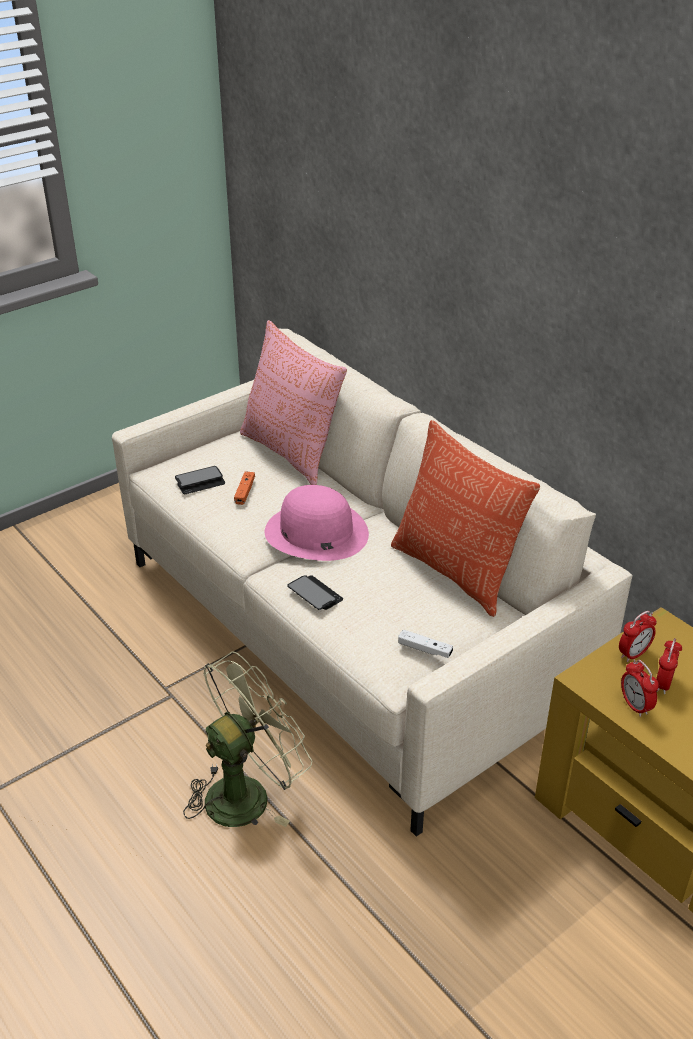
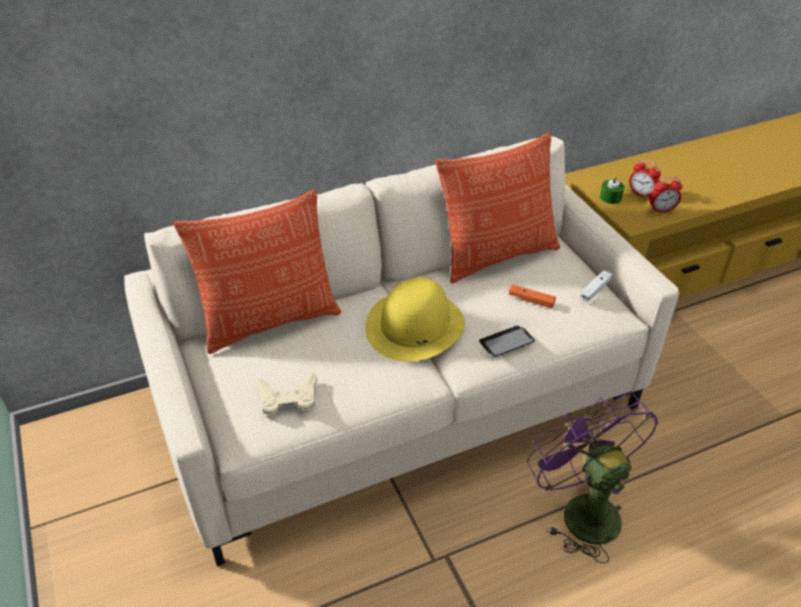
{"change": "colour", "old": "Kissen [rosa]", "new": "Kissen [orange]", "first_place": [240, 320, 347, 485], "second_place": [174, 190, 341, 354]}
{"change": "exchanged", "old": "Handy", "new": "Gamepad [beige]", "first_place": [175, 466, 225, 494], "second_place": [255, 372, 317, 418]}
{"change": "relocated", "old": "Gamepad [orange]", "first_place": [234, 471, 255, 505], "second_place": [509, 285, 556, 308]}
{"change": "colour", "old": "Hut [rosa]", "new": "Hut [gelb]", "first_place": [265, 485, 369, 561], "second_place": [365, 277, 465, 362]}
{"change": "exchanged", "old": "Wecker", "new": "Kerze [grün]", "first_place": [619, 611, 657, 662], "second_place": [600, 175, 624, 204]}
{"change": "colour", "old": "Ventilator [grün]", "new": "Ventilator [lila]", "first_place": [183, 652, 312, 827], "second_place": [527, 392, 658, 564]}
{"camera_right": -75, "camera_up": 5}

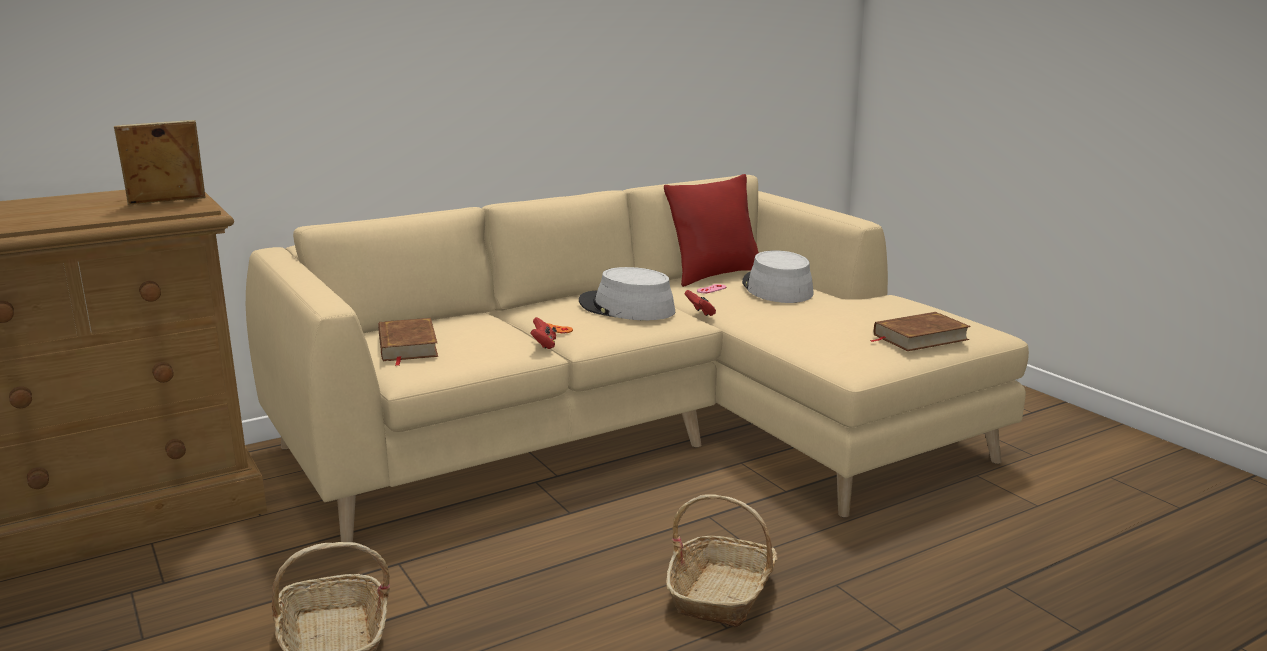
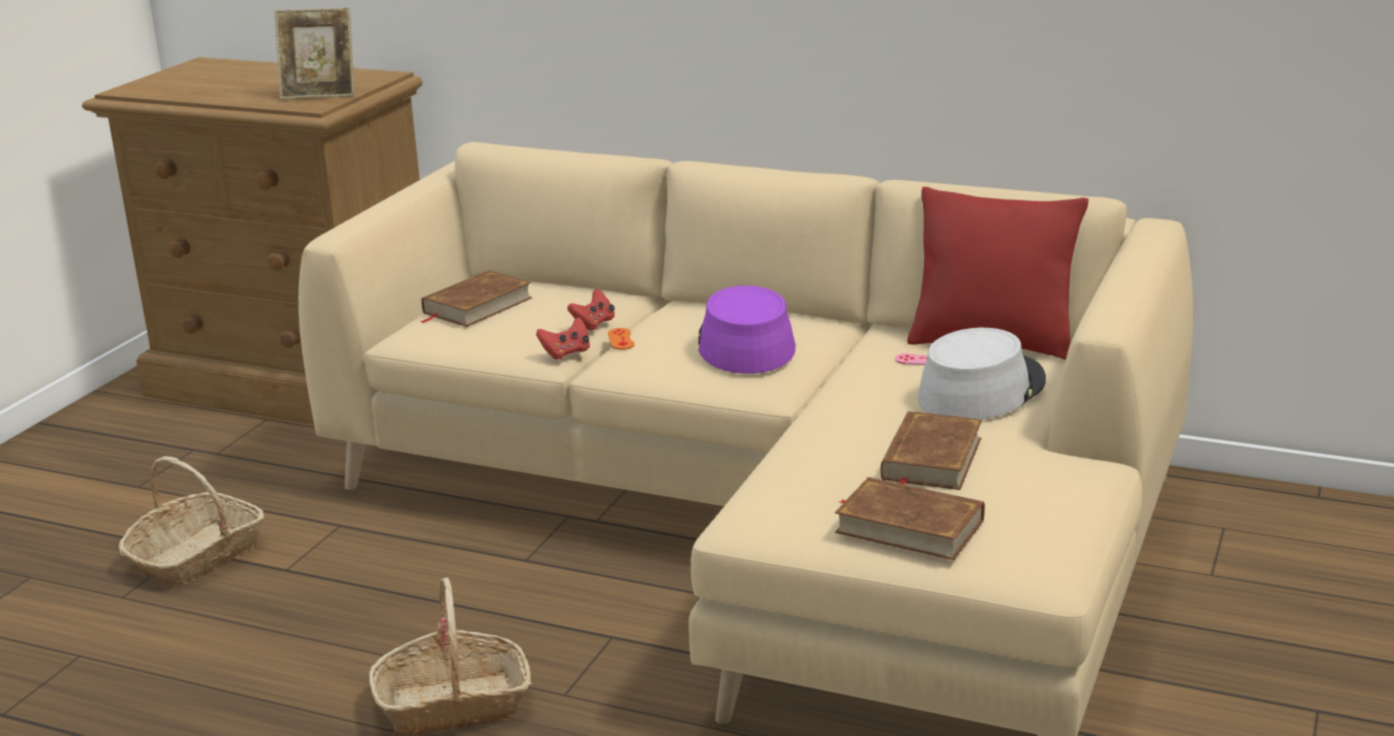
{"change": "spun", "old": "Bilderrahmen", "first_place": [114, 120, 206, 205], "second_place": [274, 8, 355, 100], "degrees": 150}
{"change": "colour", "old": "Hut [grau]", "new": "Hut [lila]", "first_place": [579, 267, 675, 320], "second_place": [698, 285, 796, 374]}
{"change": "relocated", "old": "Gamepad [rot]", "first_place": [685, 290, 716, 316], "second_place": [567, 289, 615, 330]}
{"change": "appeared", "new": "Buch [braun]", "second_place": [880, 411, 982, 490]}
{"camera_right": 55, "camera_up": 5}

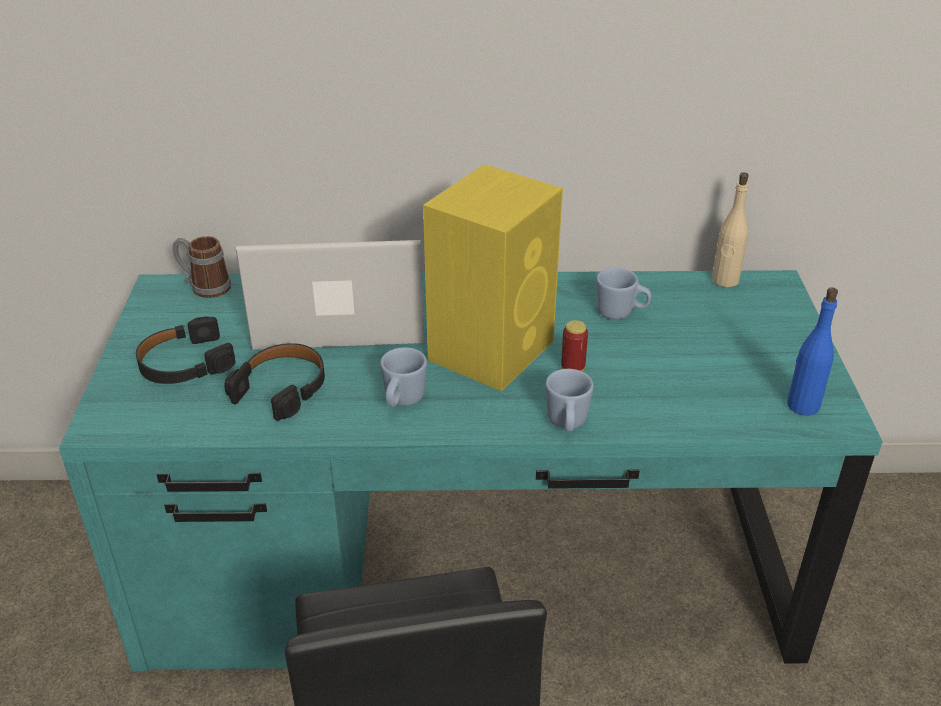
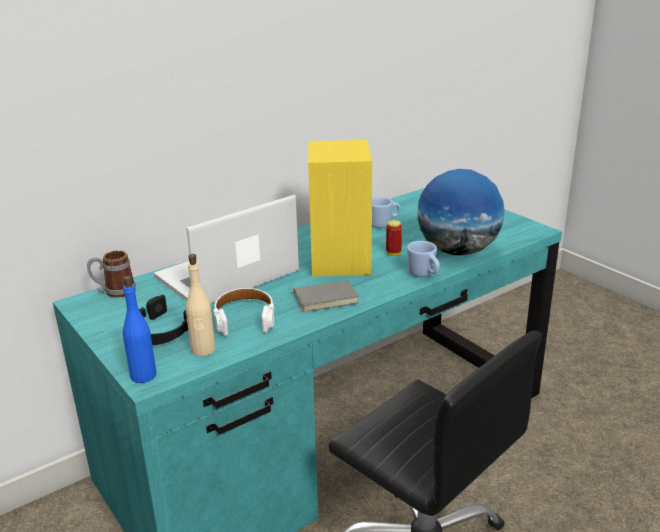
{"change": "relocated", "old": "Flasche [beige]", "first_place": [712, 173, 749, 287], "second_place": [186, 254, 215, 356]}
{"change": "relocated", "old": "Flasche [blau]", "first_place": [787, 287, 838, 416], "second_place": [123, 276, 157, 383]}
{"change": "colour", "old": "Kopfhörer [schwarz]", "new": "Kopfhörer [weiß]", "first_place": [224, 343, 325, 421], "second_place": [213, 288, 274, 336]}
{"change": "exchanged", "old": "Henkelbecher [blau]", "new": "Buch [grau]", "first_place": [380, 347, 427, 407], "second_place": [291, 280, 359, 312]}
{"change": "appeared", "new": "Globus", "second_place": [418, 169, 505, 255]}
{"camera_right": -35, "camera_up": -10}

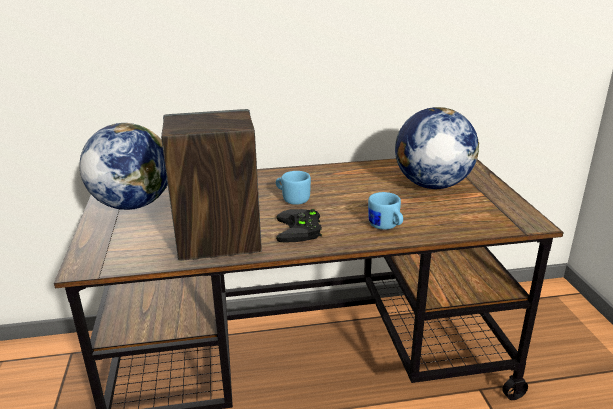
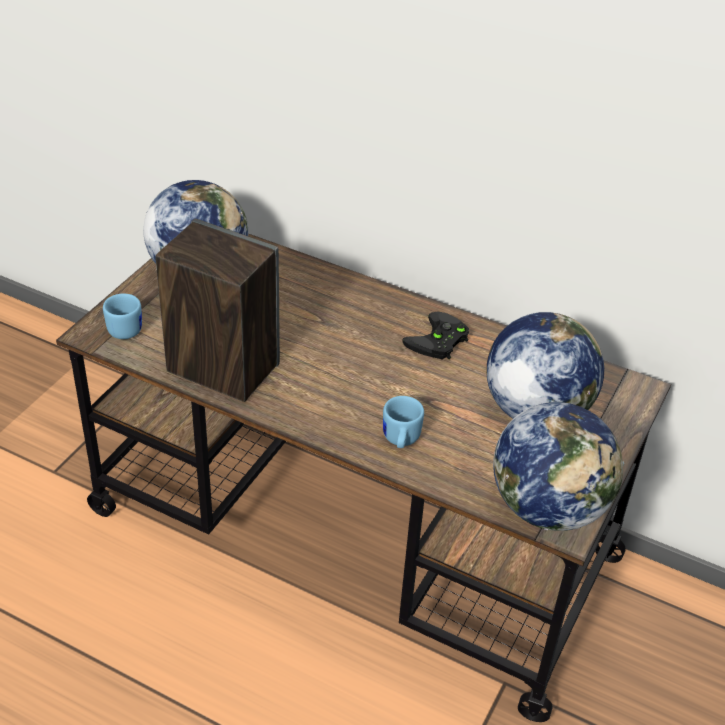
{"change": "relocated", "old": "Henkelbecher [blau]", "first_place": [276, 171, 311, 205], "second_place": [103, 293, 142, 339]}
{"change": "relocated", "old": "Gamepad [schwarz]", "first_place": [276, 209, 322, 242], "second_place": [402, 312, 469, 359]}
{"change": "appeared", "new": "Globus", "second_place": [493, 402, 624, 531]}
{"camera_right": 35, "camera_up": 15}

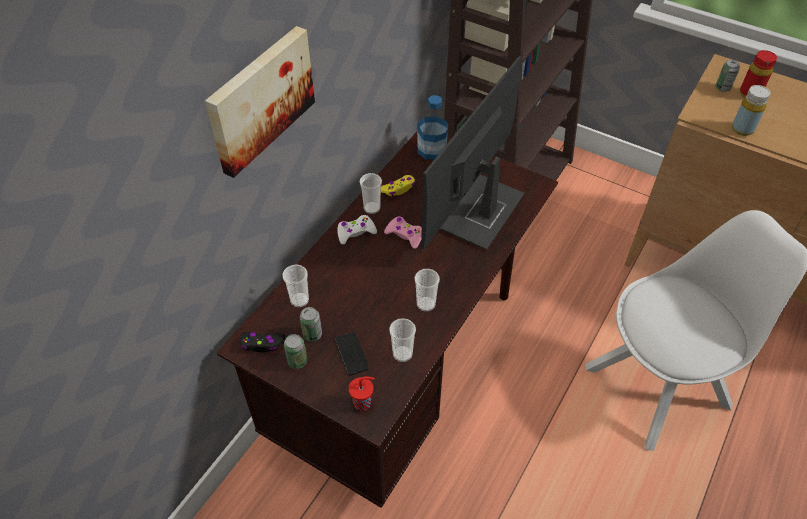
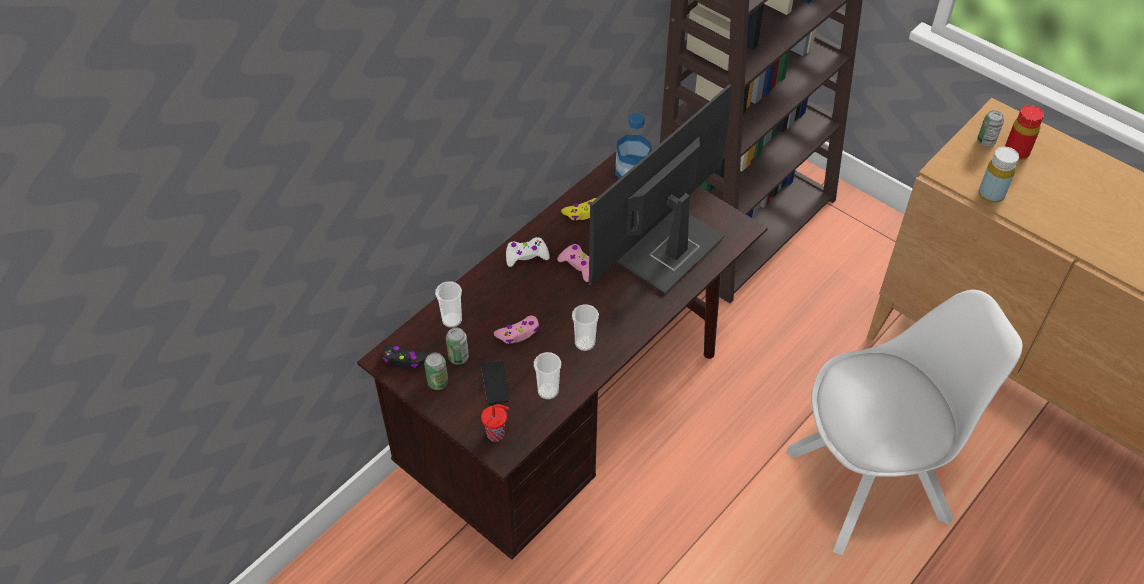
{"change": "missing", "old": "Bild", "first_place": [205, 26, 315, 178]}
{"change": "missing", "old": "Tasse", "first_place": [360, 173, 382, 214]}
{"change": "appeared", "new": "Gamepad [rosa]", "second_place": [494, 315, 539, 344]}
{"camera_right": 10, "camera_up": 0}

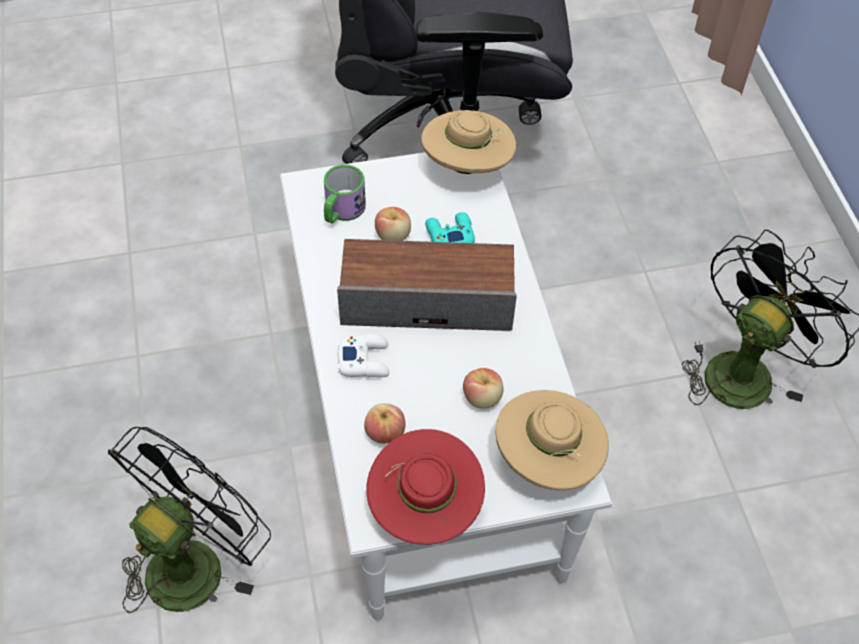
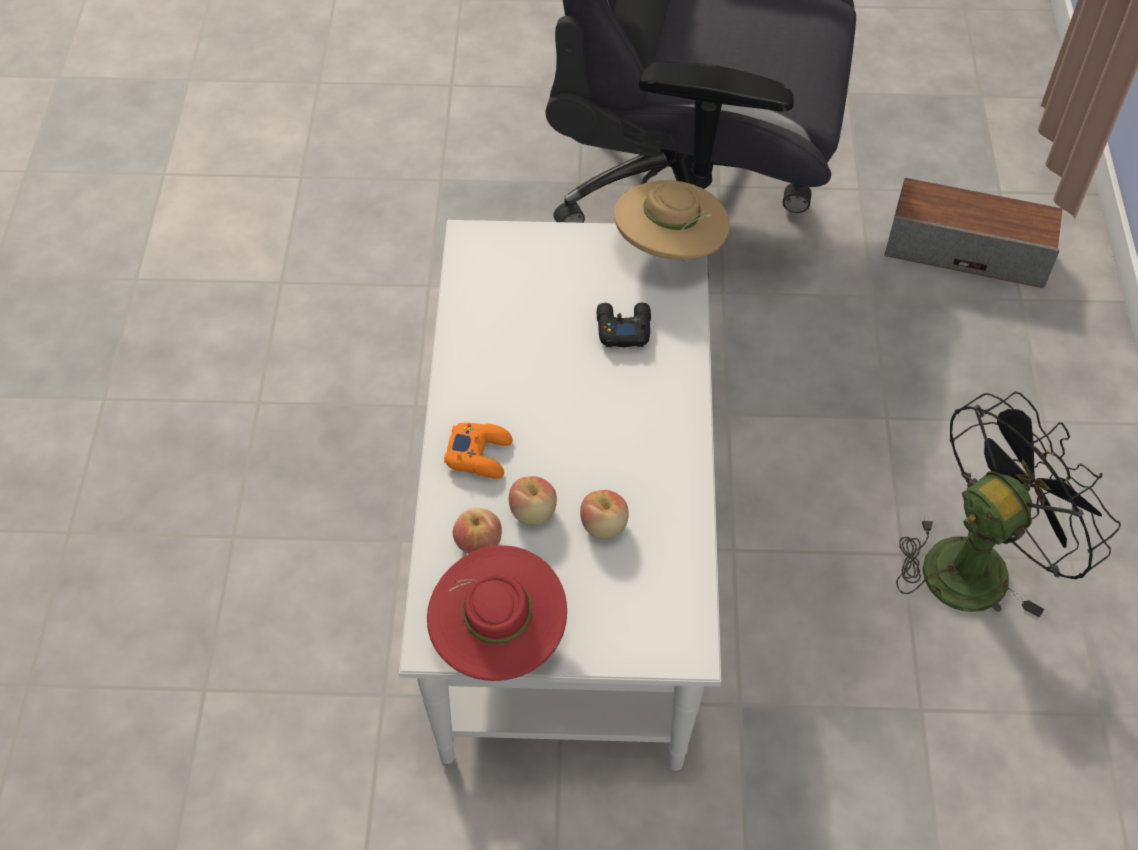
{"change": "missing", "old": "Henkelbecher", "first_place": [324, 164, 366, 223]}
{"change": "relocated", "old": "Apfel", "first_place": [375, 207, 411, 241], "second_place": [509, 476, 557, 525]}
{"change": "colour", "old": "Gamepad [türkis]", "new": "Gamepad [schwarz]", "first_place": [425, 212, 475, 243], "second_place": [597, 302, 651, 347]}
{"change": "relocated", "old": "Lautsprecher", "first_place": [337, 239, 517, 331], "second_place": [885, 178, 1062, 288]}
{"change": "colour", "old": "Gamepad [weiß]", "new": "Gamepad [orange]", "first_place": [338, 333, 390, 377], "second_place": [444, 423, 512, 479]}
{"change": "missing", "old": "Hut [beige]", "first_place": [495, 390, 609, 490]}
{"change": "missing", "old": "Ventilator [schwarz]", "first_place": [108, 427, 271, 613]}
{"camera_right": 15, "camera_up": 0}

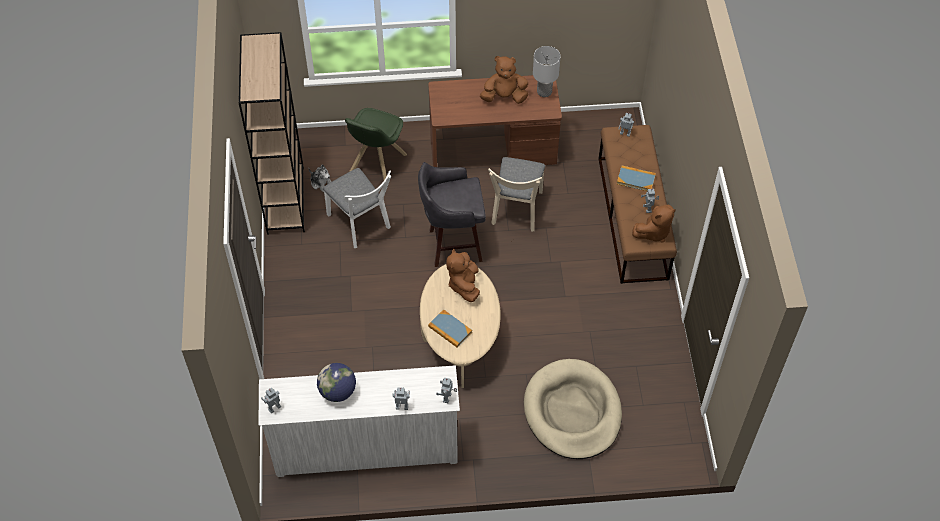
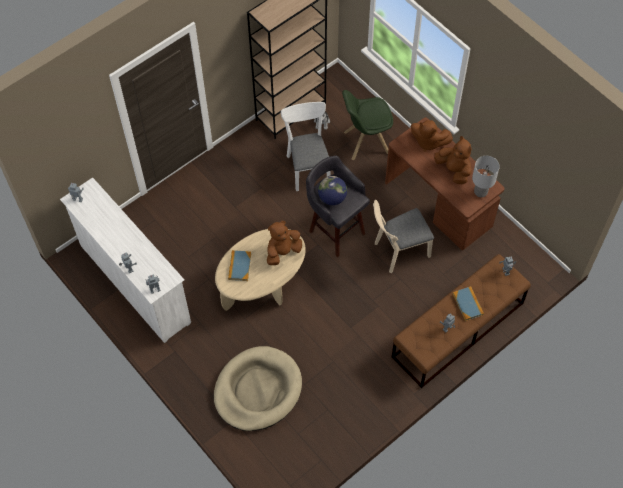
{"change": "spun", "old": "Stuhl [weiß]", "first_place": [323, 168, 391, 248], "second_place": [281, 102, 331, 191], "degrees": 150}
{"change": "relocated", "old": "Plüschtier [braun]", "first_place": [632, 205, 676, 243], "second_place": [411, 120, 453, 152]}
{"change": "relocated", "old": "Globus", "first_place": [317, 363, 356, 402], "second_place": [318, 176, 347, 205]}
{"camera_right": 55, "camera_up": 5}

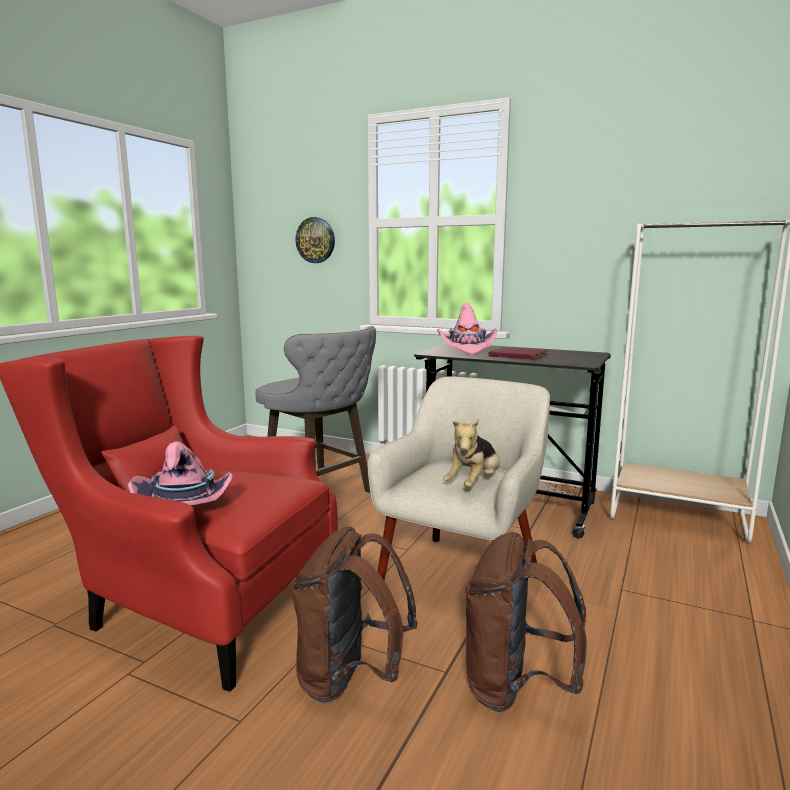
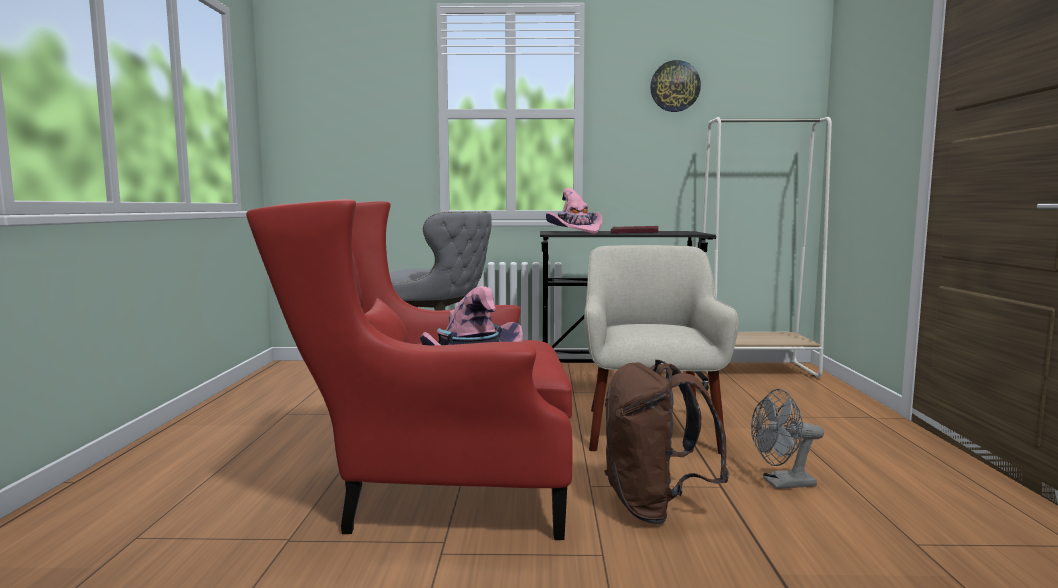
{"change": "relocated", "old": "Wanduhr", "first_place": [295, 217, 335, 263], "second_place": [650, 60, 701, 112]}
{"change": "missing", "old": "Plüschtier", "first_place": [443, 418, 500, 488]}
{"change": "exchanged", "old": "Rucksack [braun]", "new": "Ventilator [grau]", "first_place": [465, 532, 587, 712], "second_place": [751, 389, 824, 489]}
{"camera_right": -25, "camera_up": -5}

